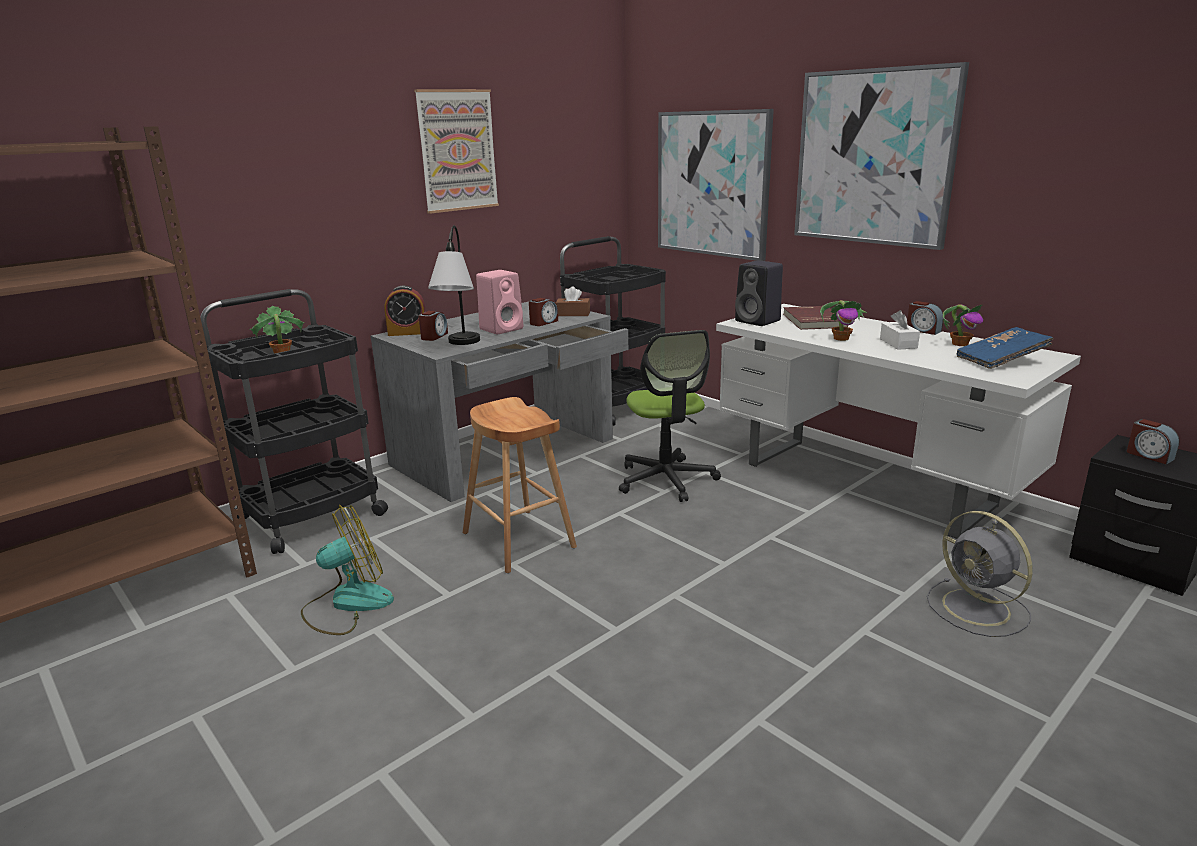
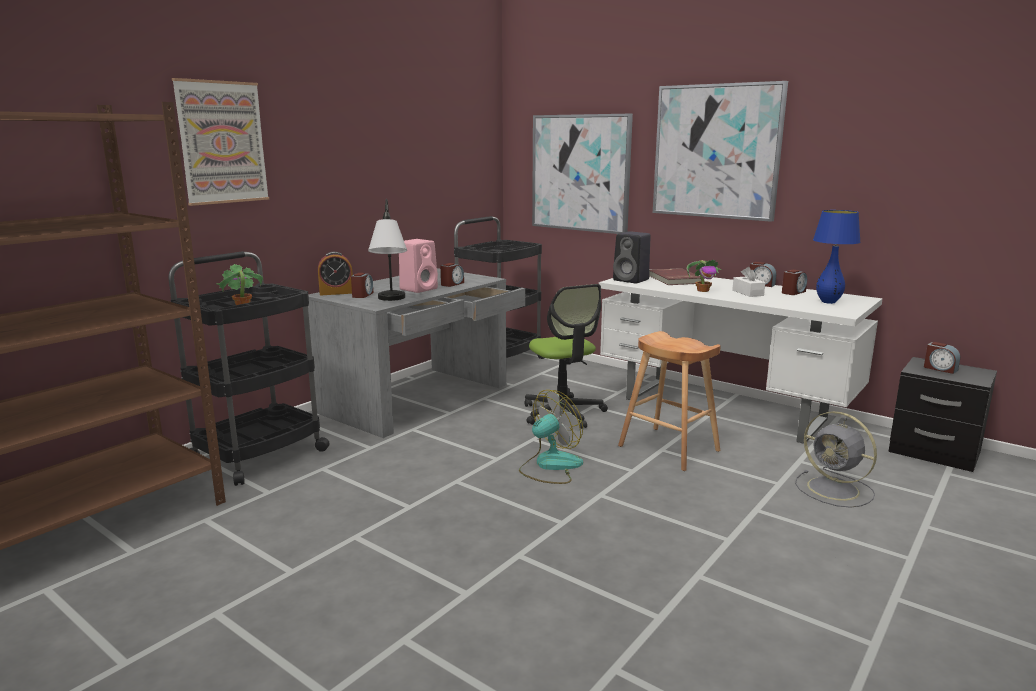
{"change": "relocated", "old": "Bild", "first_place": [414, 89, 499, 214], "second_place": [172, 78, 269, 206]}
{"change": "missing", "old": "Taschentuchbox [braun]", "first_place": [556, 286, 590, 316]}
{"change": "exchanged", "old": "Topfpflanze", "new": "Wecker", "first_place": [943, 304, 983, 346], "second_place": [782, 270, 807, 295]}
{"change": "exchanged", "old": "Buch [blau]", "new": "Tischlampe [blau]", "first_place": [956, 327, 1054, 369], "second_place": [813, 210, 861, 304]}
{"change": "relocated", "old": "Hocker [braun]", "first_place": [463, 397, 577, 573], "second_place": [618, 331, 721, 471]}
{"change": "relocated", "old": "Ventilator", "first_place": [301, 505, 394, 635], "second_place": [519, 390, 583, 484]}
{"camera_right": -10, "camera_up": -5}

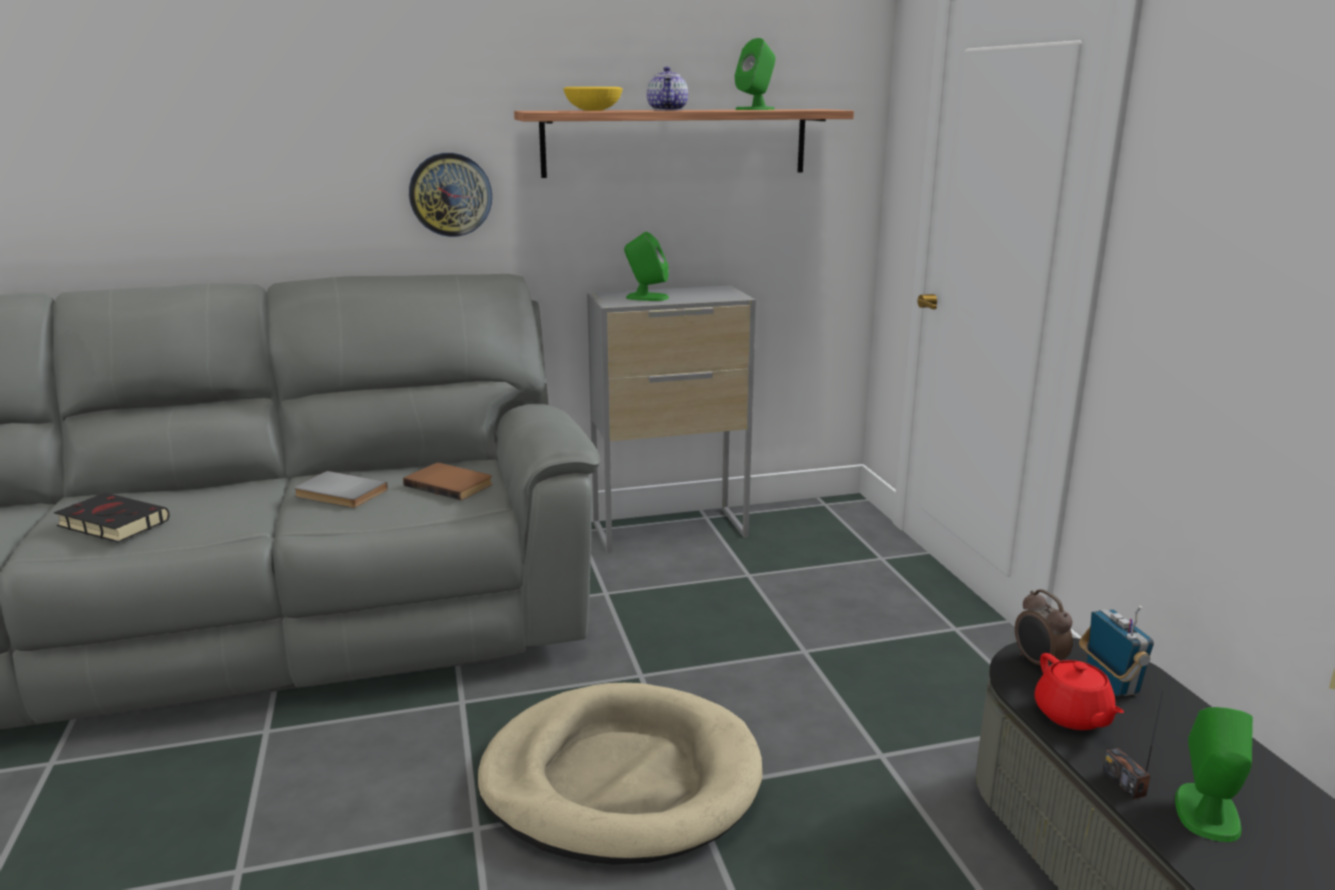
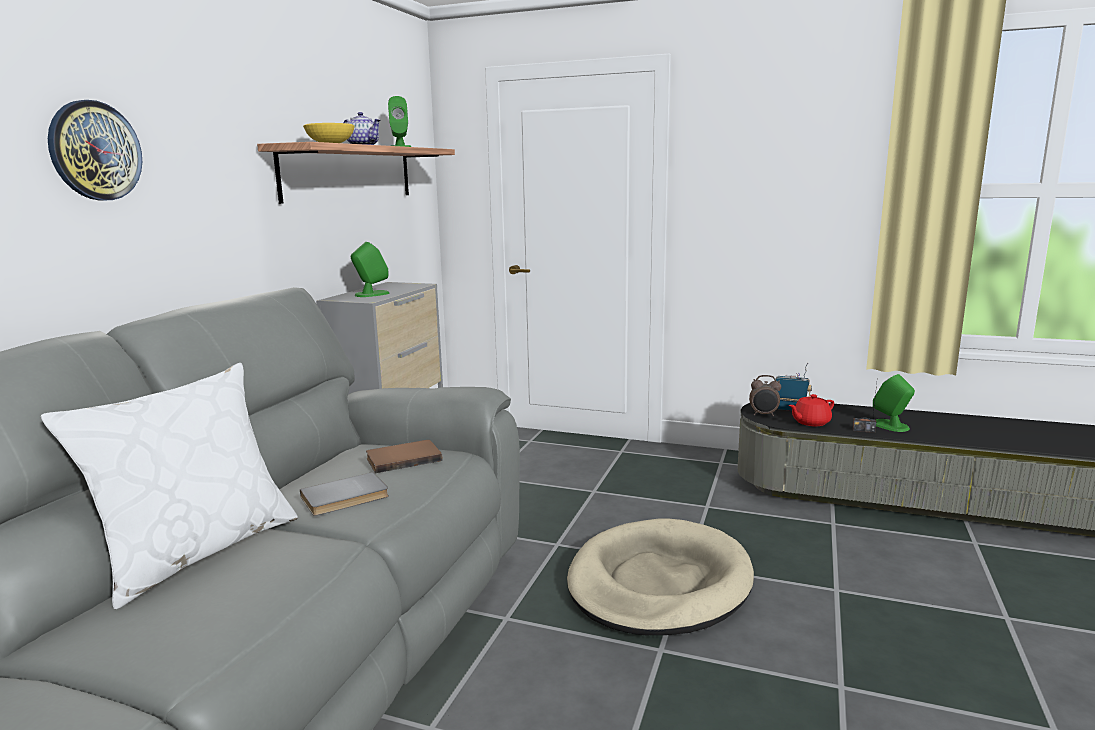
{"change": "relocated", "old": "Wanduhr", "first_place": [409, 153, 492, 237], "second_place": [48, 100, 142, 201]}
{"change": "missing", "old": "Buch [schwarz]", "first_place": [54, 493, 169, 543]}
{"change": "spun", "old": "Teekanne [rot]", "first_place": [1035, 653, 1124, 730], "second_place": [789, 394, 834, 426], "degrees": 135}
{"change": "appeared", "new": "Kissen [weiß]", "second_place": [41, 363, 298, 609]}
{"camera_right": -55, "camera_up": -5}

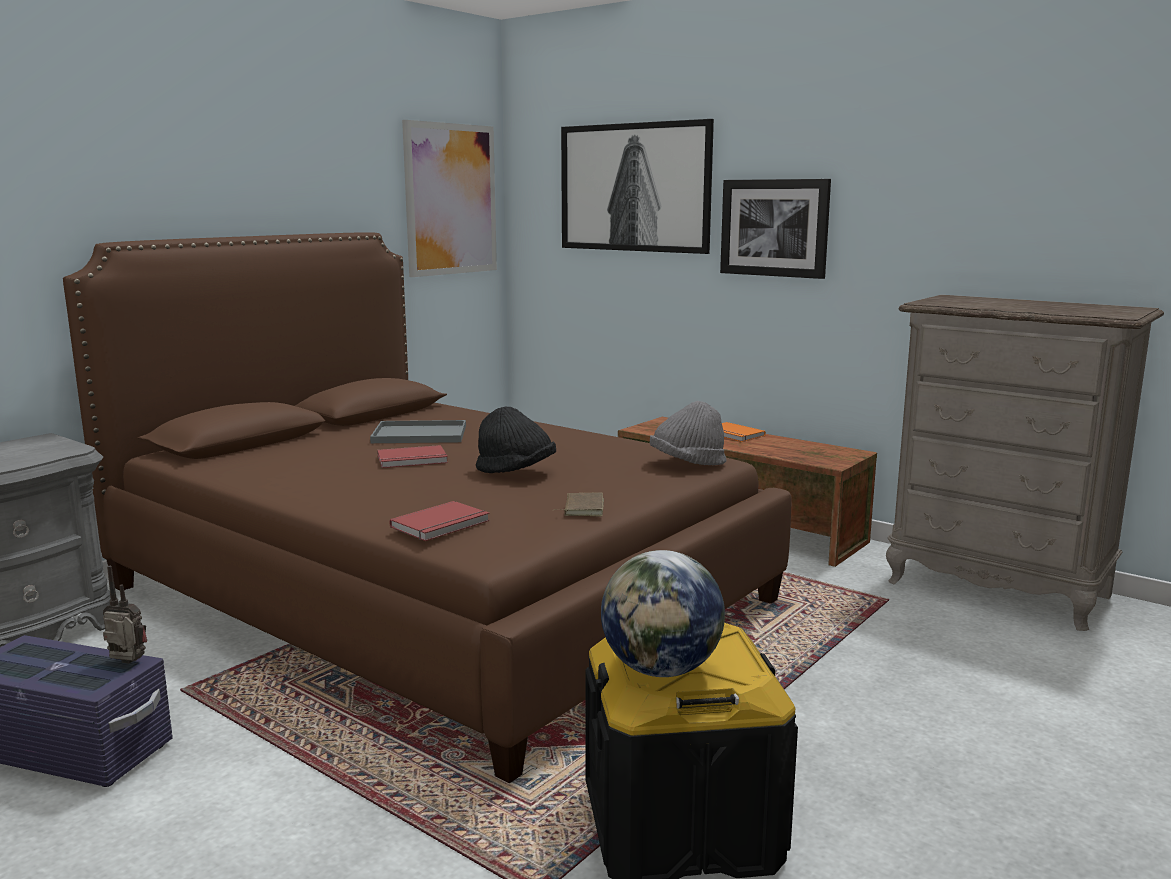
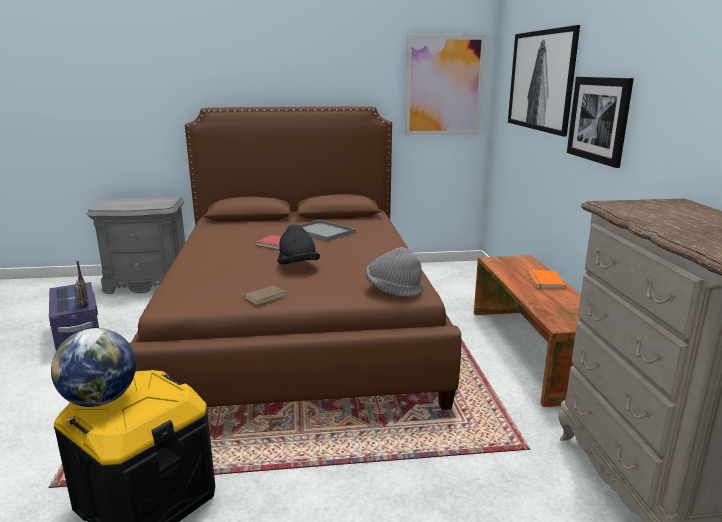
{"change": "missing", "old": "Buch [rot]", "first_place": [389, 501, 490, 541]}
{"camera_right": 45, "camera_up": 5}

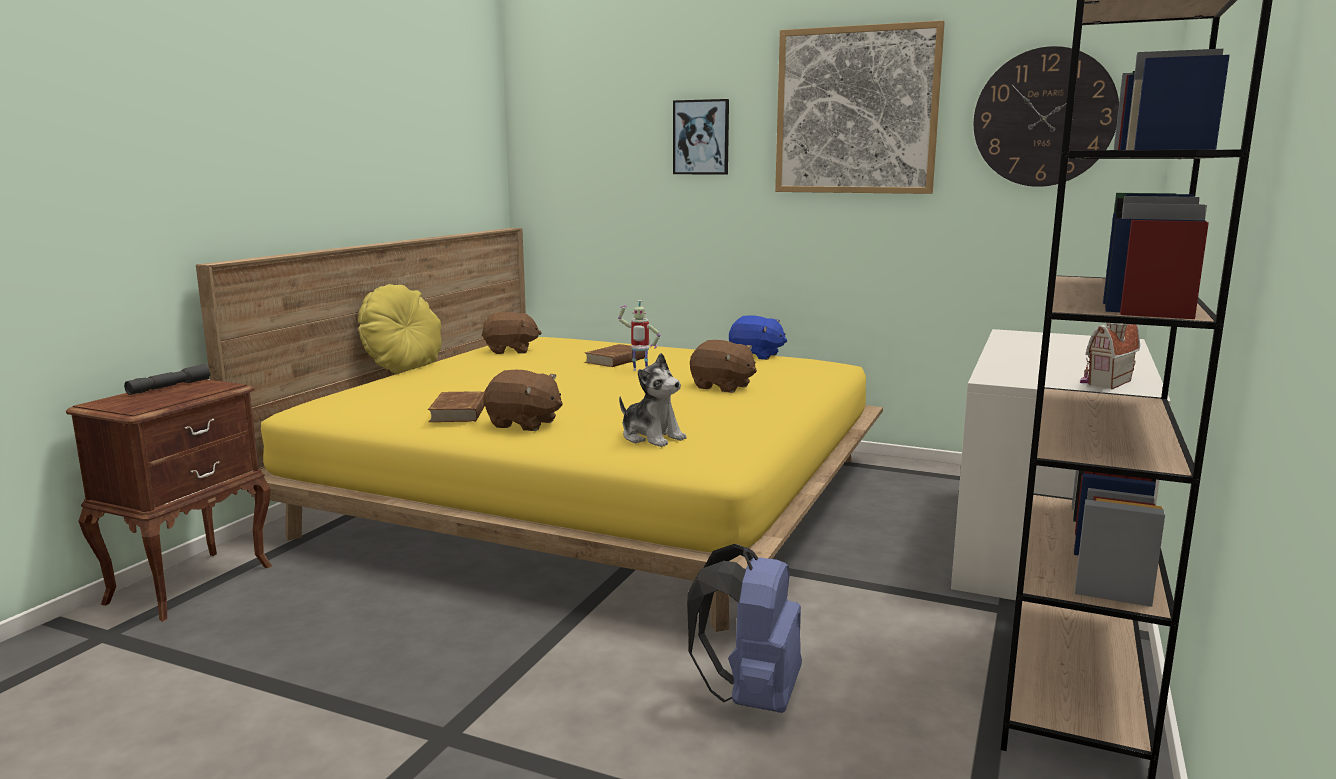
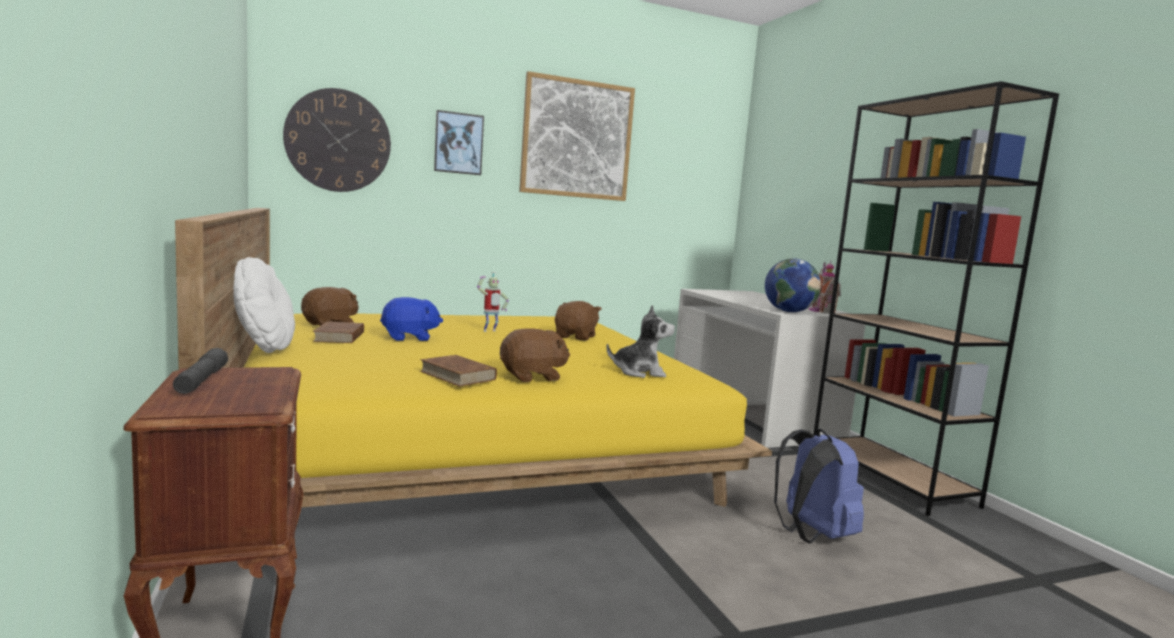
{"change": "relocated", "old": "Wanduhr", "first_place": [974, 46, 1119, 187], "second_place": [283, 88, 391, 192]}
{"change": "colour", "old": "Kissen [gelb]", "new": "Kissen [weiß]", "first_place": [358, 284, 441, 373], "second_place": [233, 257, 295, 353]}
{"change": "relocated", "old": "Plüschtier [blau]", "first_place": [729, 315, 787, 360], "second_place": [380, 297, 443, 341]}
{"change": "spun", "old": "Plüschtier [braun]", "first_place": [690, 340, 757, 393], "second_place": [555, 301, 602, 341], "degrees": -60}
{"change": "relocated", "old": "Buch [braun]", "first_place": [585, 344, 645, 367], "second_place": [313, 321, 364, 343]}
{"change": "appeared", "new": "Globus", "second_place": [765, 258, 821, 312]}
{"camera_right": -45, "camera_up": -5}

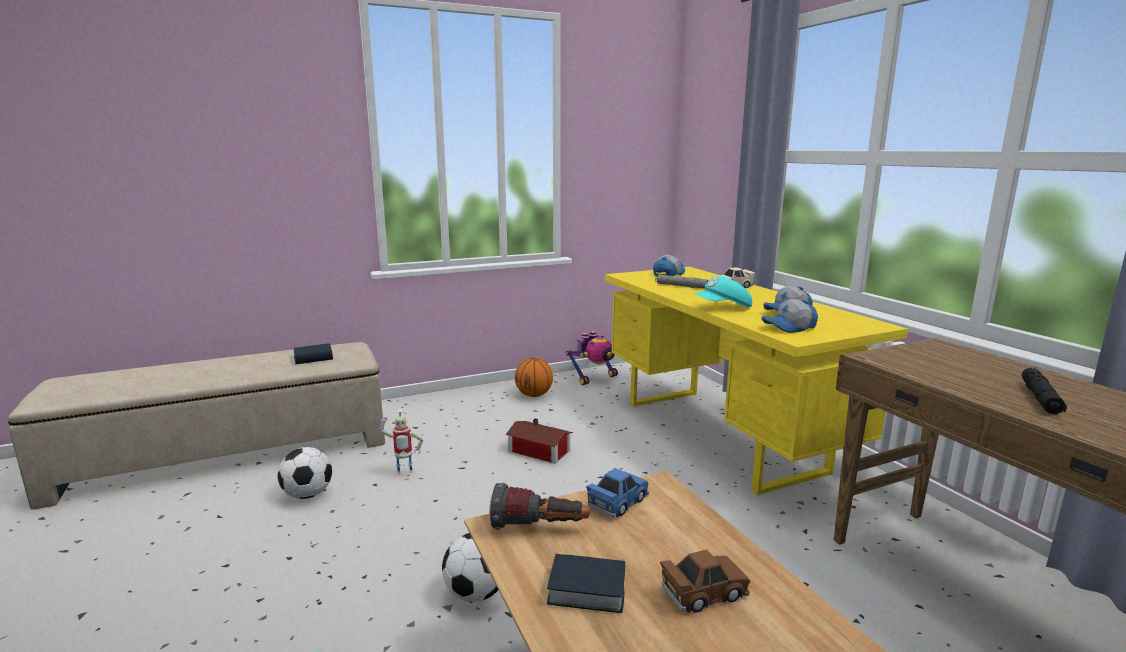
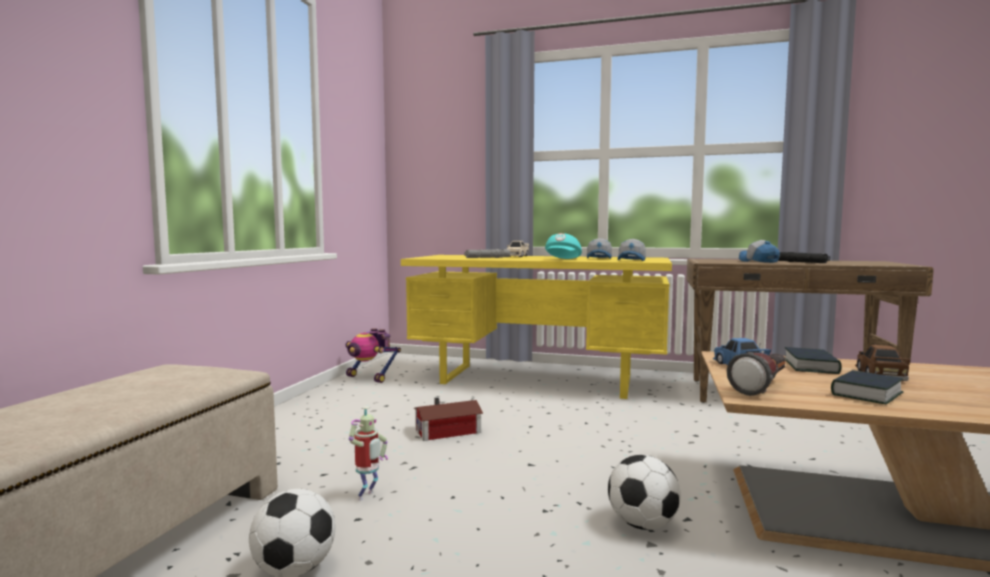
{"change": "relocated", "old": "Kappe", "first_place": [653, 255, 685, 277], "second_place": [739, 240, 780, 263]}
{"change": "spun", "old": "Spielzeugroboter", "first_place": [566, 331, 618, 385], "second_place": [346, 328, 401, 383], "degrees": 120}
{"change": "relocated", "old": "Buch", "first_place": [294, 343, 333, 364], "second_place": [785, 347, 842, 374]}
{"change": "missing", "old": "Basketball", "first_place": [515, 358, 553, 397]}
{"camera_right": -50, "camera_up": -10}

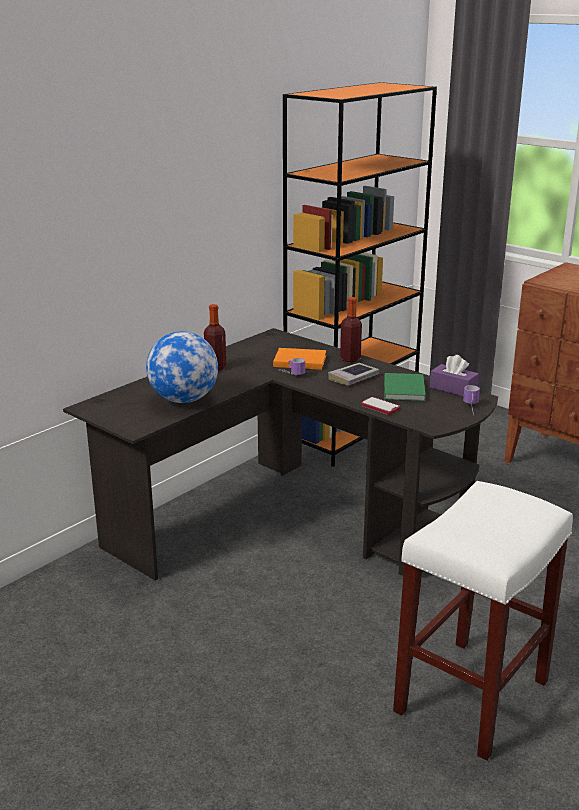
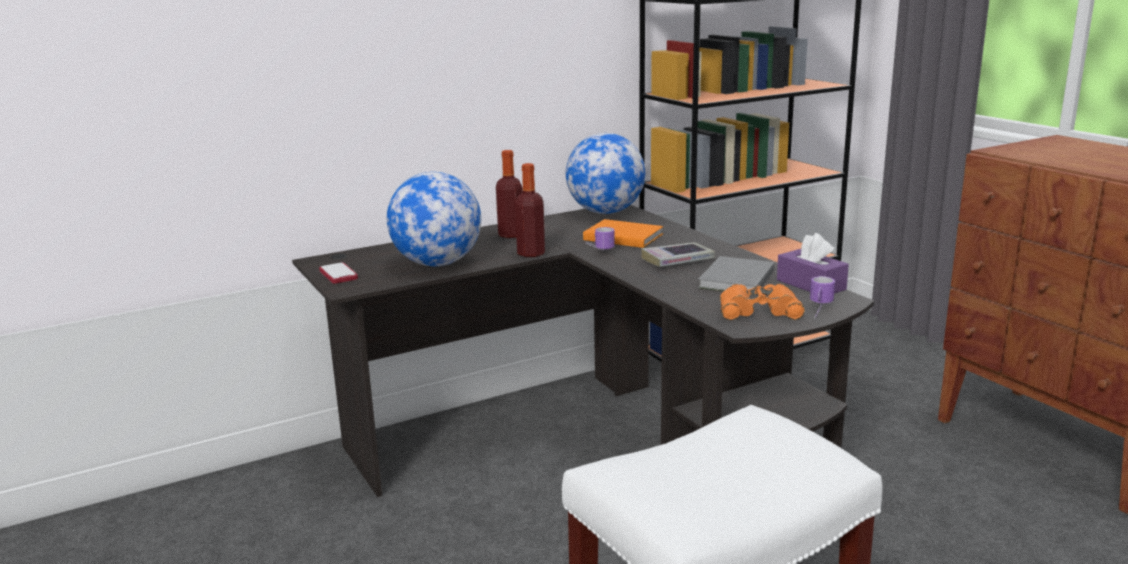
{"change": "relocated", "old": "Flasche", "first_place": [340, 297, 362, 362], "second_place": [515, 163, 545, 257]}
{"change": "colour", "old": "Buch [grün]", "new": "Buch [grau]", "first_place": [384, 373, 426, 401], "second_place": [698, 256, 774, 296]}
{"change": "relocated", "old": "Handy", "first_place": [361, 397, 400, 415], "second_place": [319, 262, 358, 284]}
{"change": "appeared", "new": "Globus", "second_place": [566, 133, 645, 214]}
{"change": "appeared", "new": "Fernglas [orange]", "second_place": [720, 284, 805, 320]}
{"camera_right": 20, "camera_up": -5}

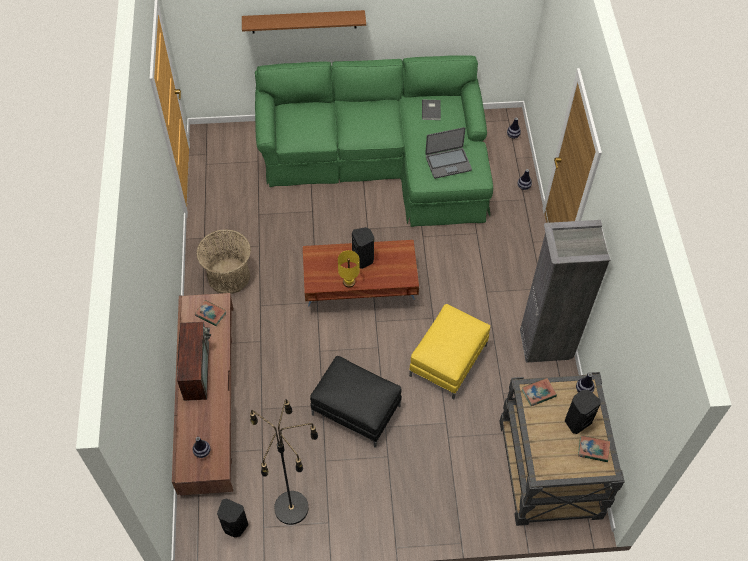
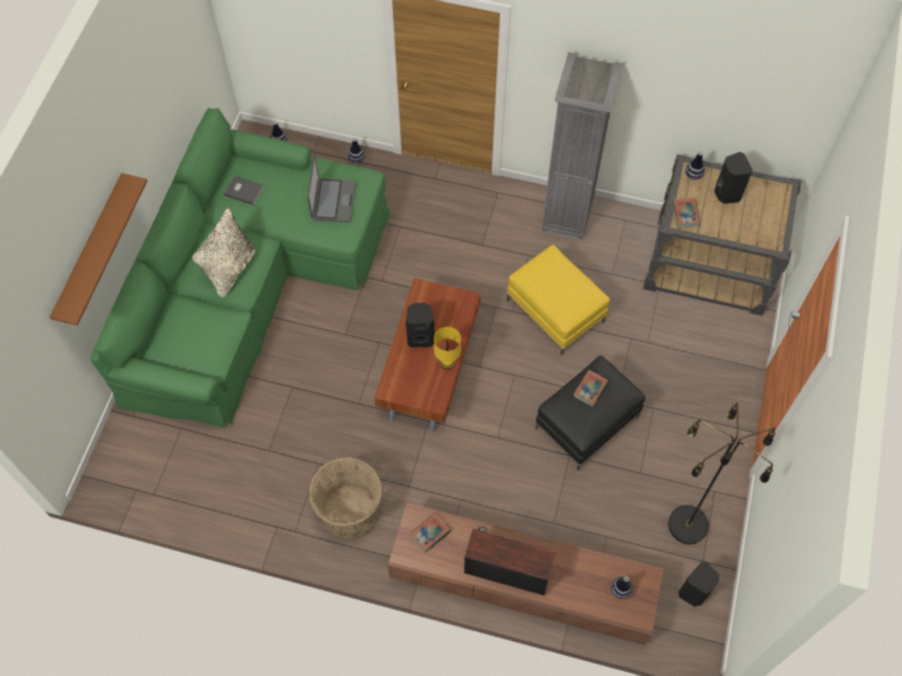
{"change": "relocated", "old": "Buch", "first_place": [578, 435, 610, 462], "second_place": [574, 370, 609, 407]}
{"change": "appeared", "new": "Kissen [beige]", "second_place": [192, 208, 256, 297]}
{"camera_right": -70, "camera_up": 5}

